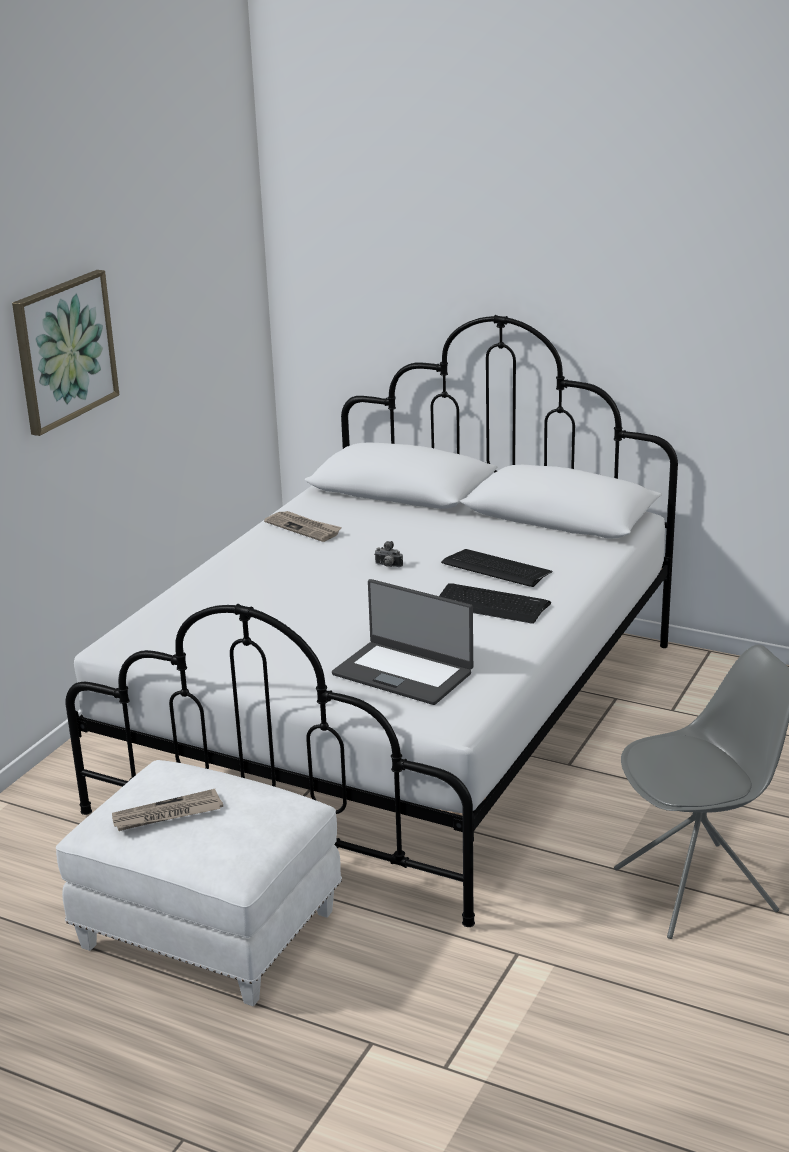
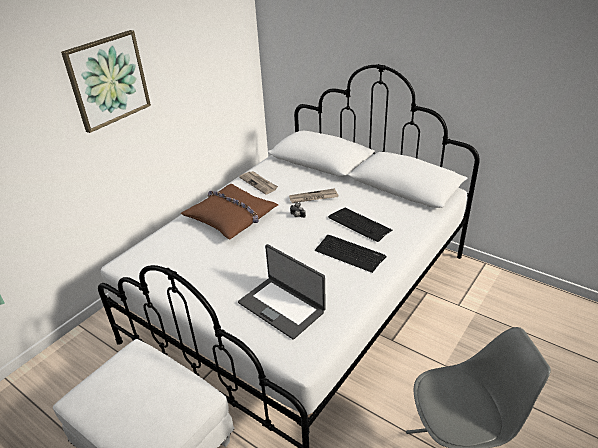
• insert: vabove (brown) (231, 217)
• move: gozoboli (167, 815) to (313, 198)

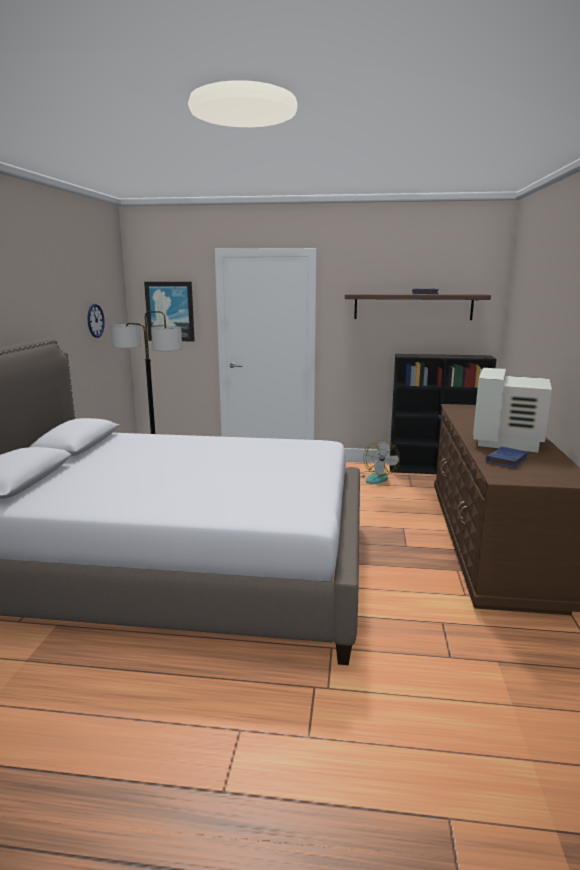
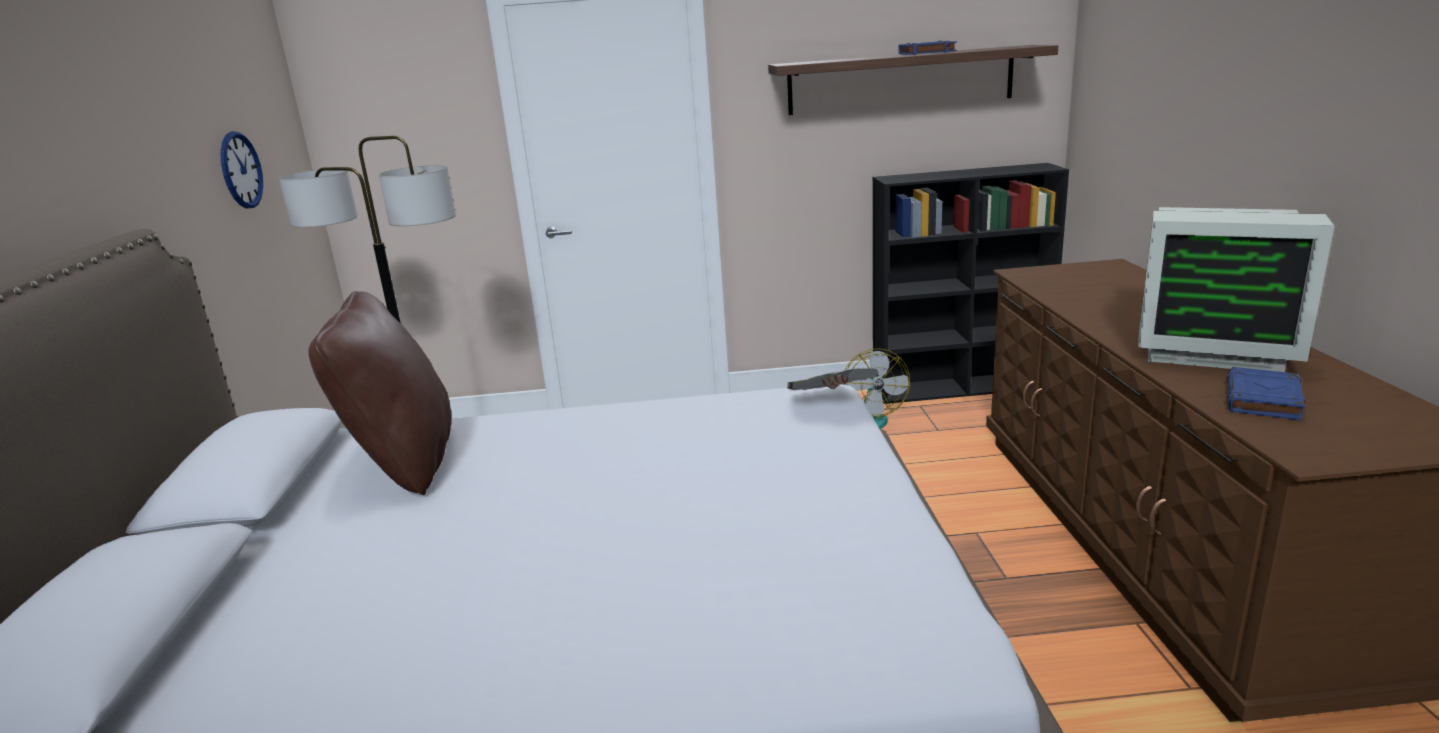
• insert: vabove (brown) (405, 463)
• insert: gozoboli (832, 404)
• rotate: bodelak (508, 441) = (1211, 346) 75 degrees counterclockwise
• delete: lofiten (170, 311)

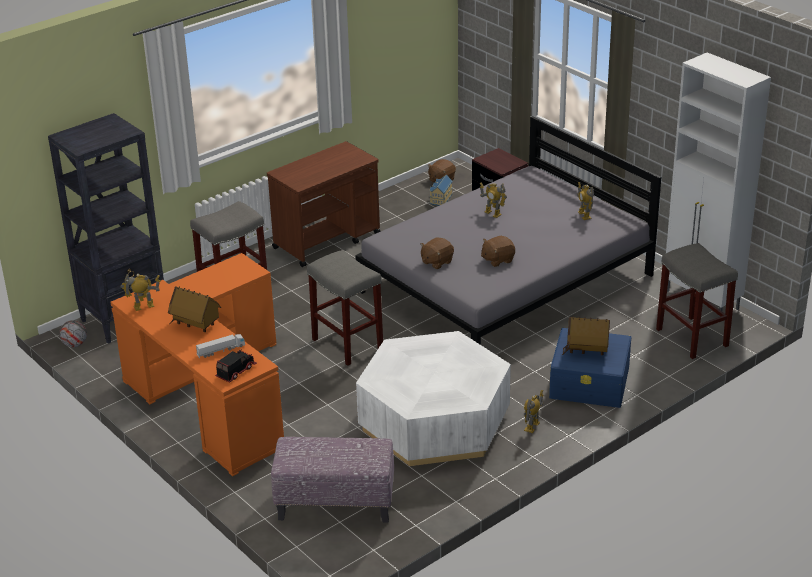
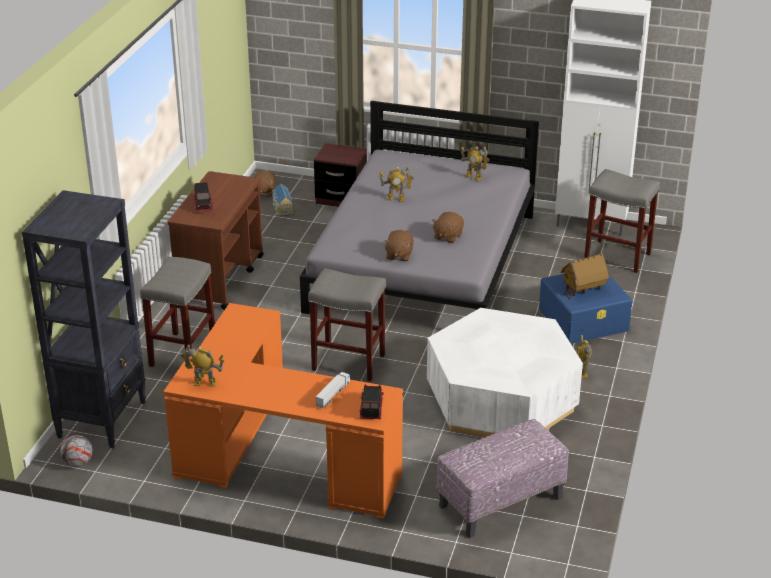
• rotate: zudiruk (144, 306) = (205, 383) 60 degrees clockwise
• insert: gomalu (204, 205)
• delete: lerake (195, 325)

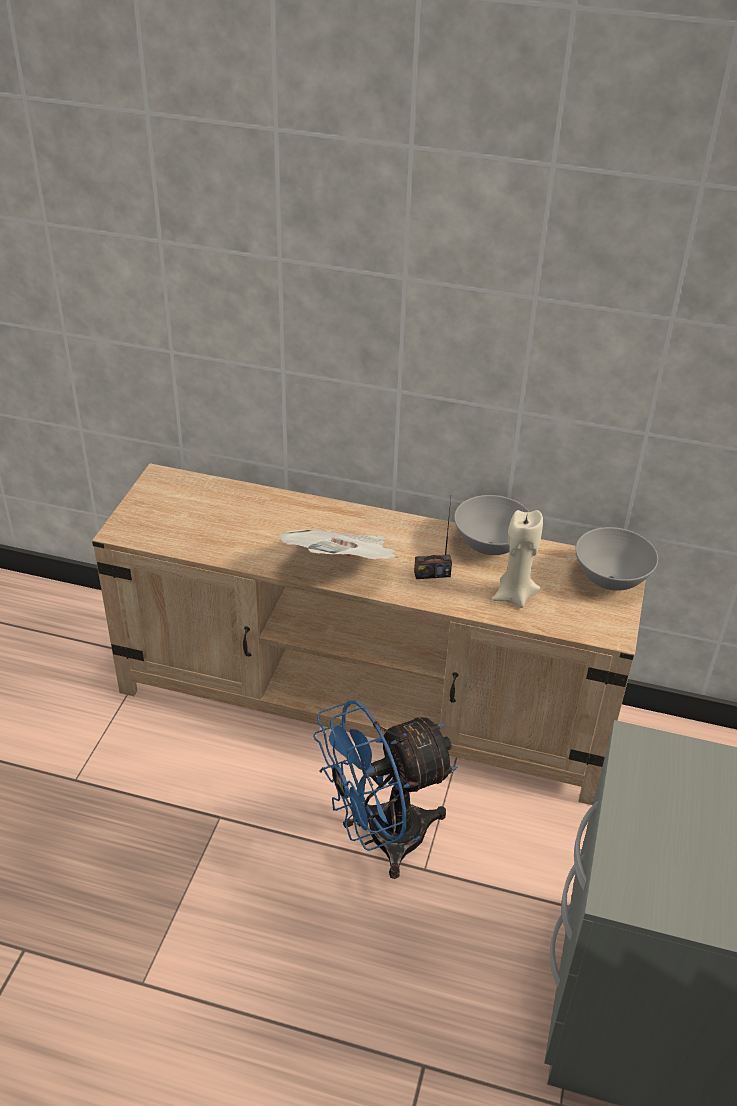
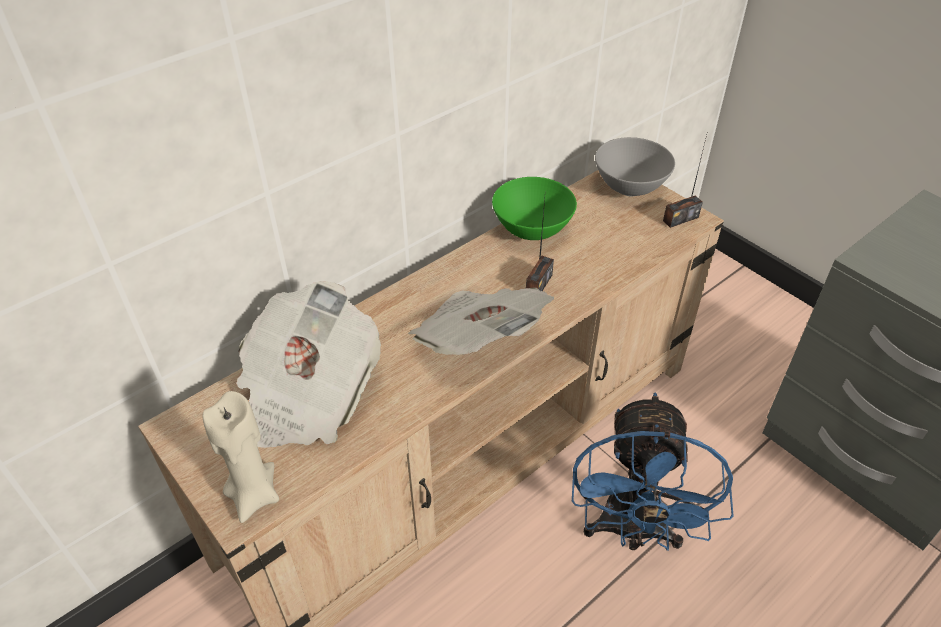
• move: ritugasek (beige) (514, 596) to (254, 495)
• insert: gozoboli (307, 394)
• recolor: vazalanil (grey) (490, 546) to vazalanil (green) (531, 231)
• insert: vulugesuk (680, 219)

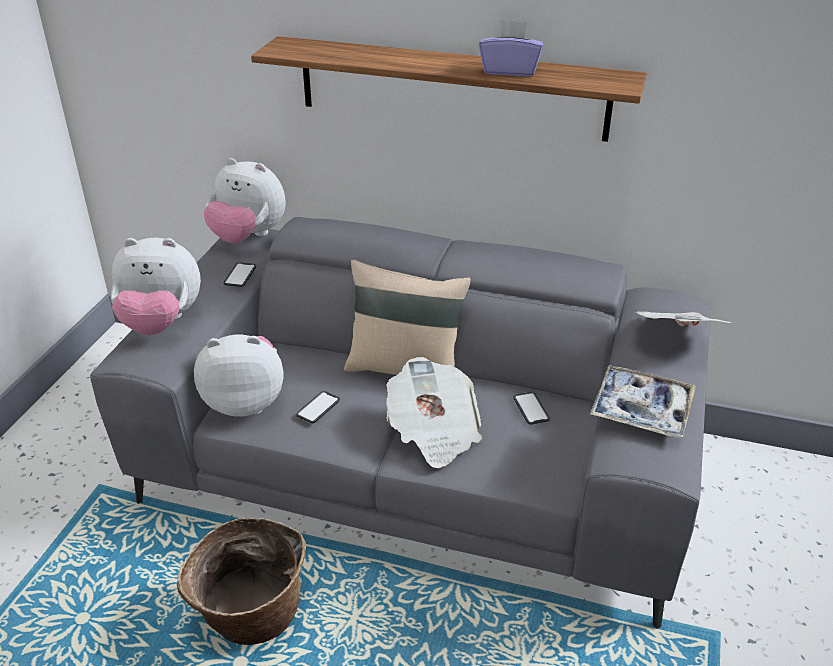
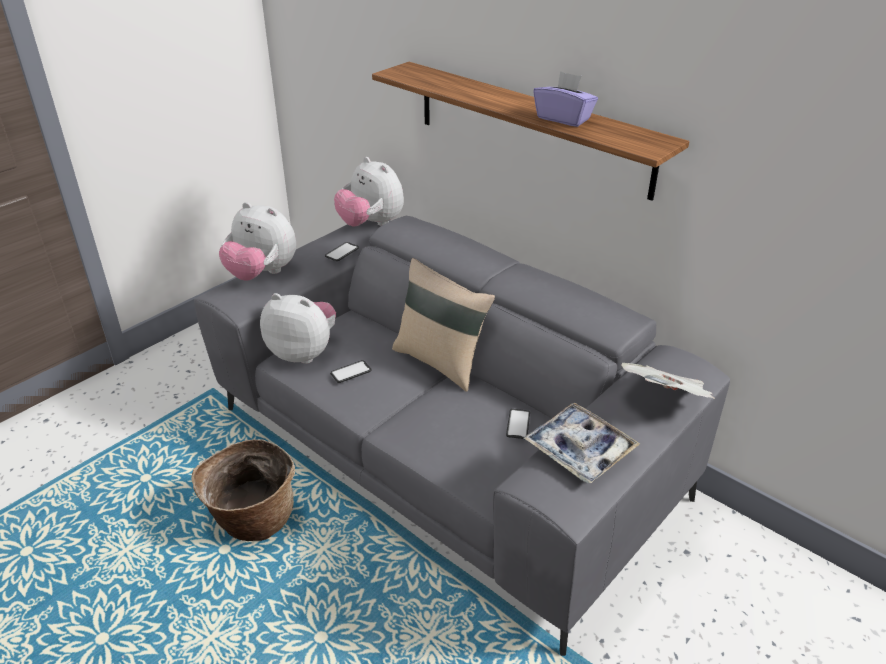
• delete: gozoboli (433, 432)

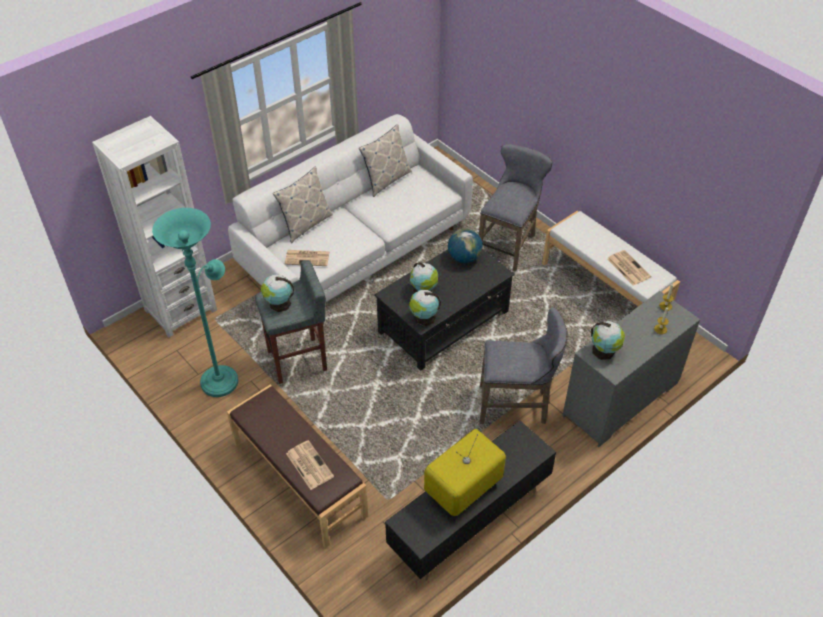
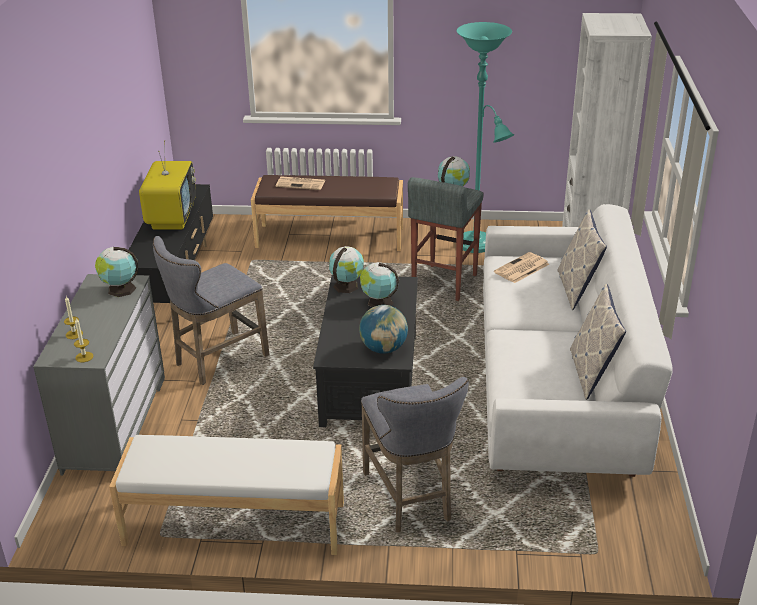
• delete: gozoboli (627, 268)

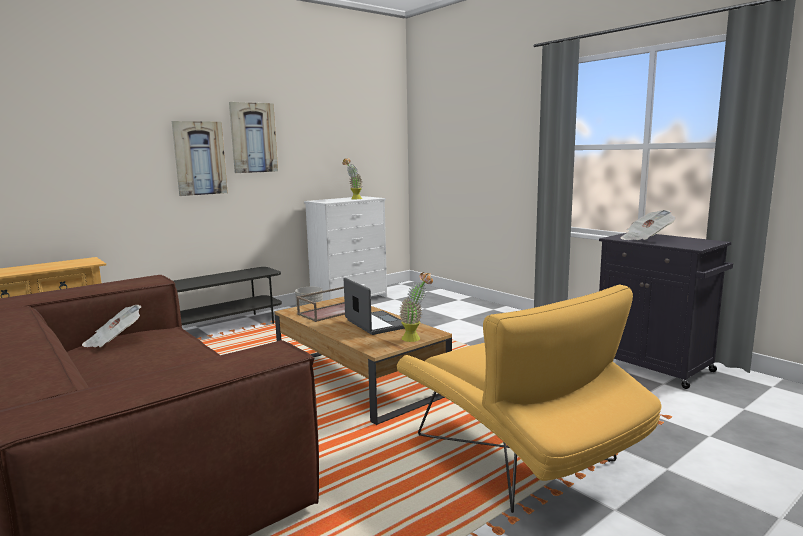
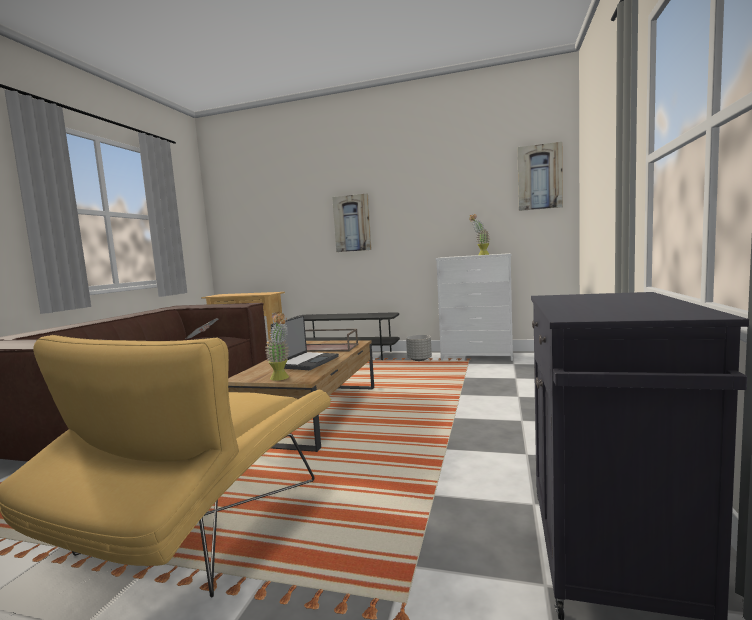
• move: lofiten (253, 138) to (539, 177)
• delete: gozoboli (645, 238)

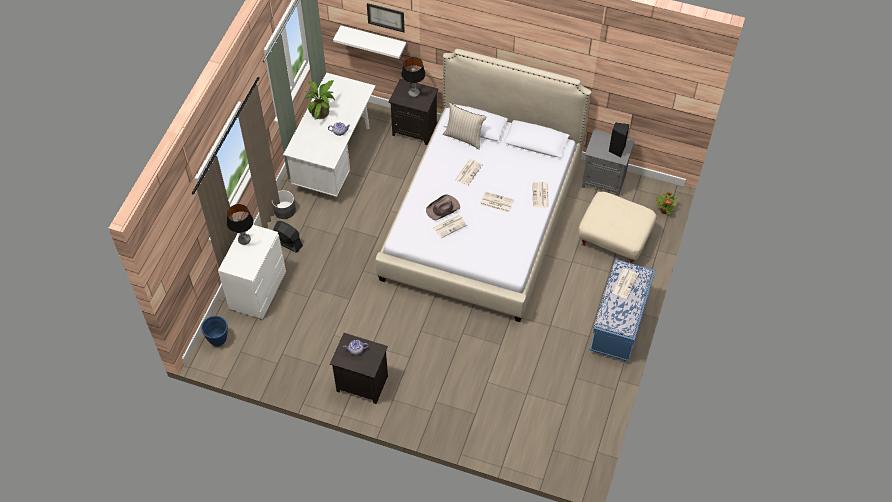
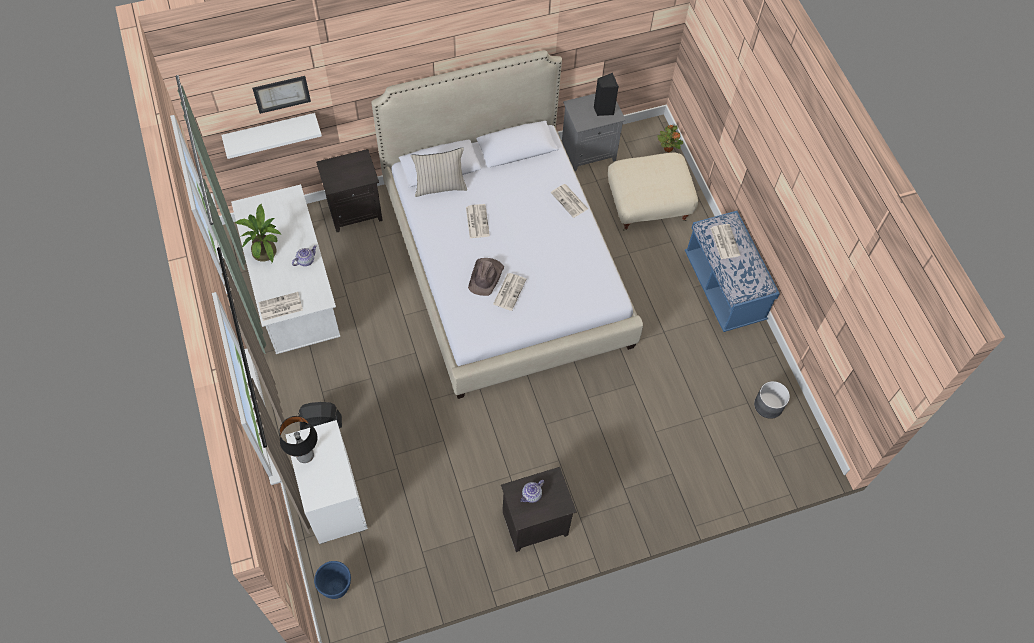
• move: gozoboli (496, 202) to (280, 307)
• move: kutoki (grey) (284, 210) to (768, 405)
• delete: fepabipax (414, 93)

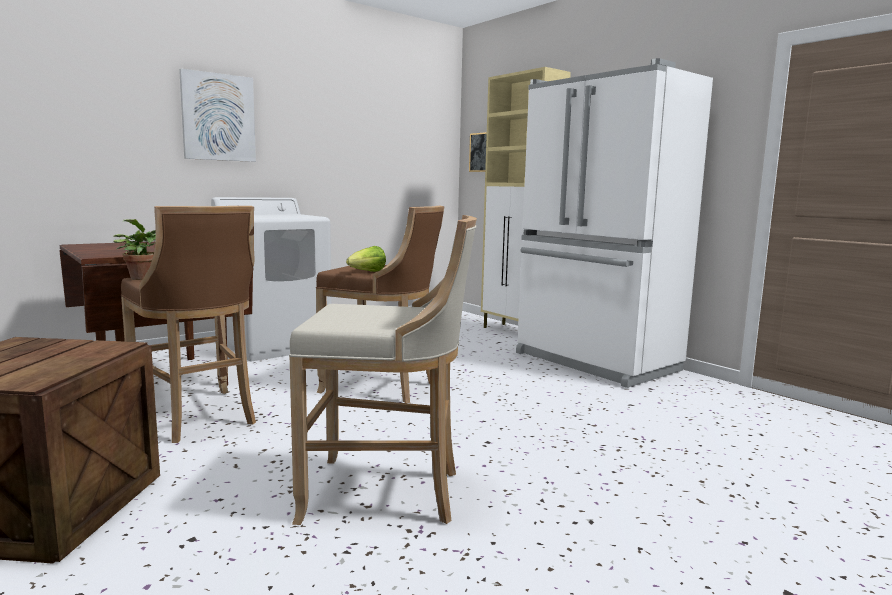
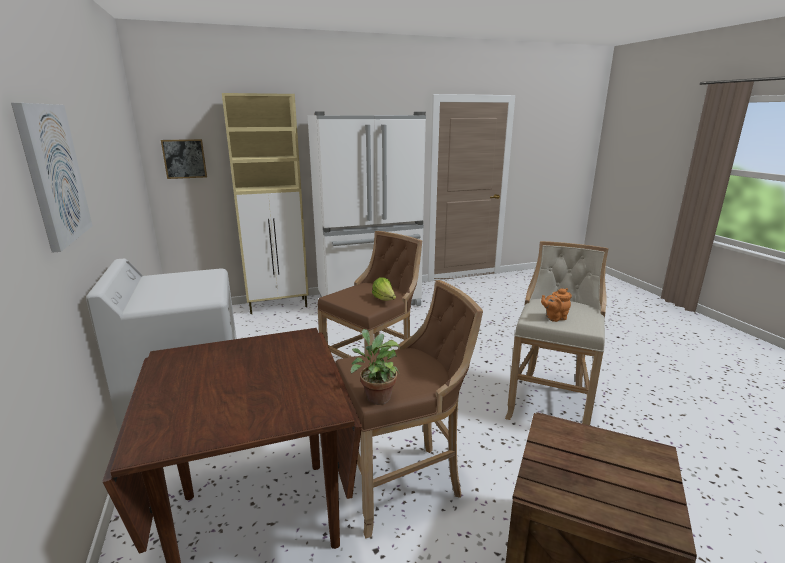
• insert: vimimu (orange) (554, 318)

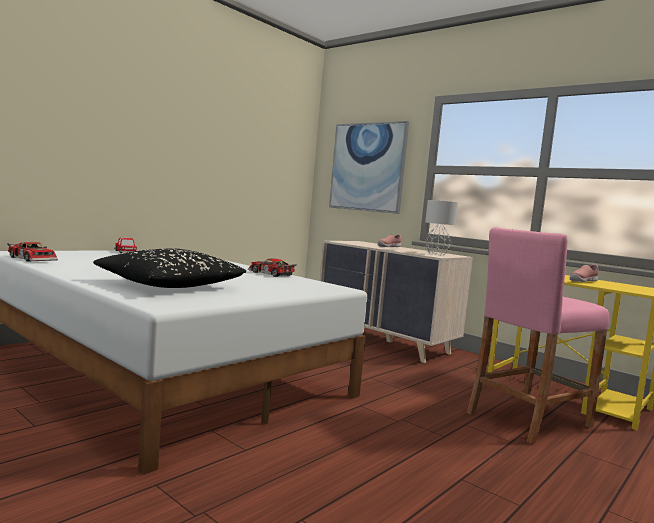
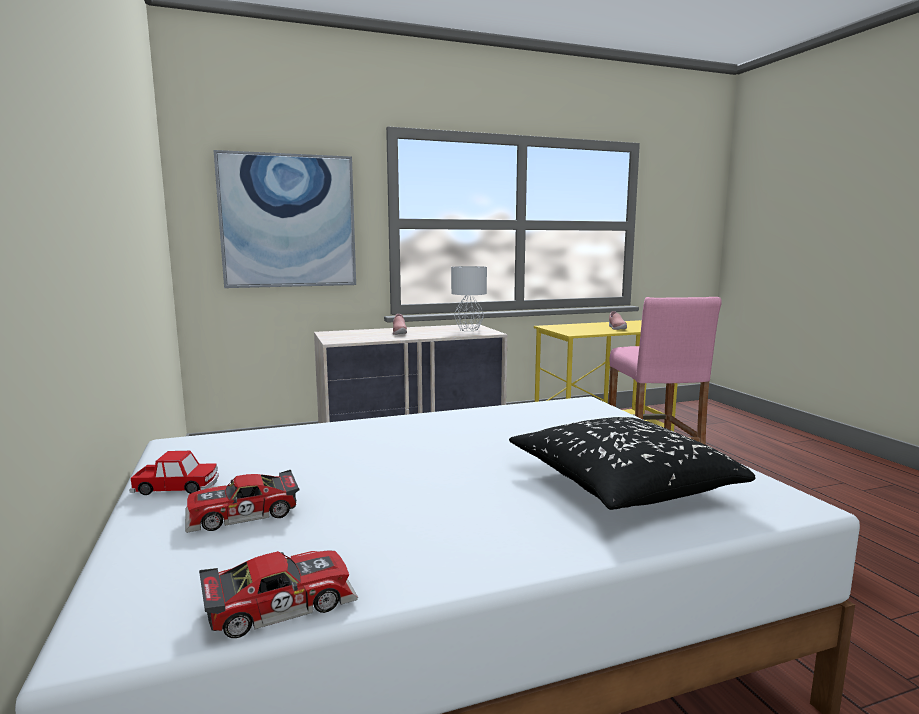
• move: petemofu (270, 274) to (243, 515)

